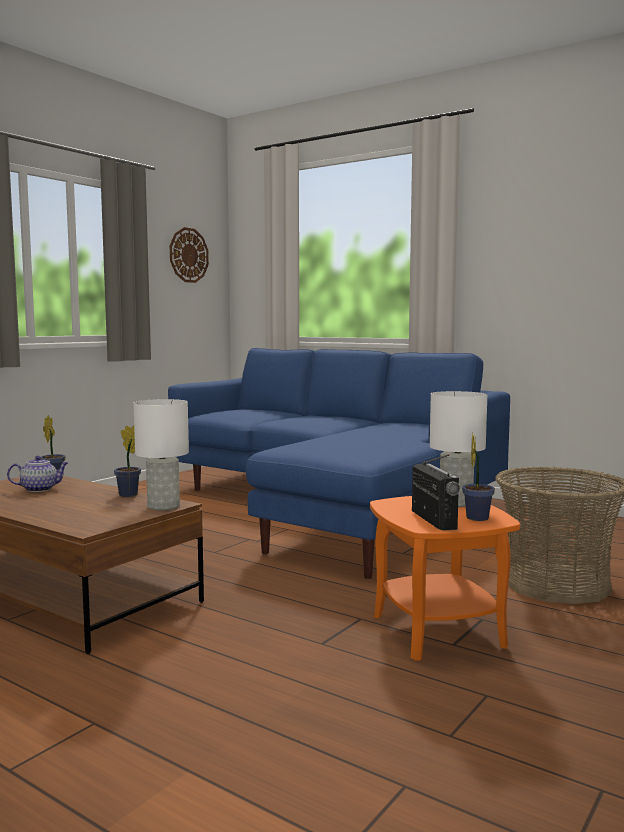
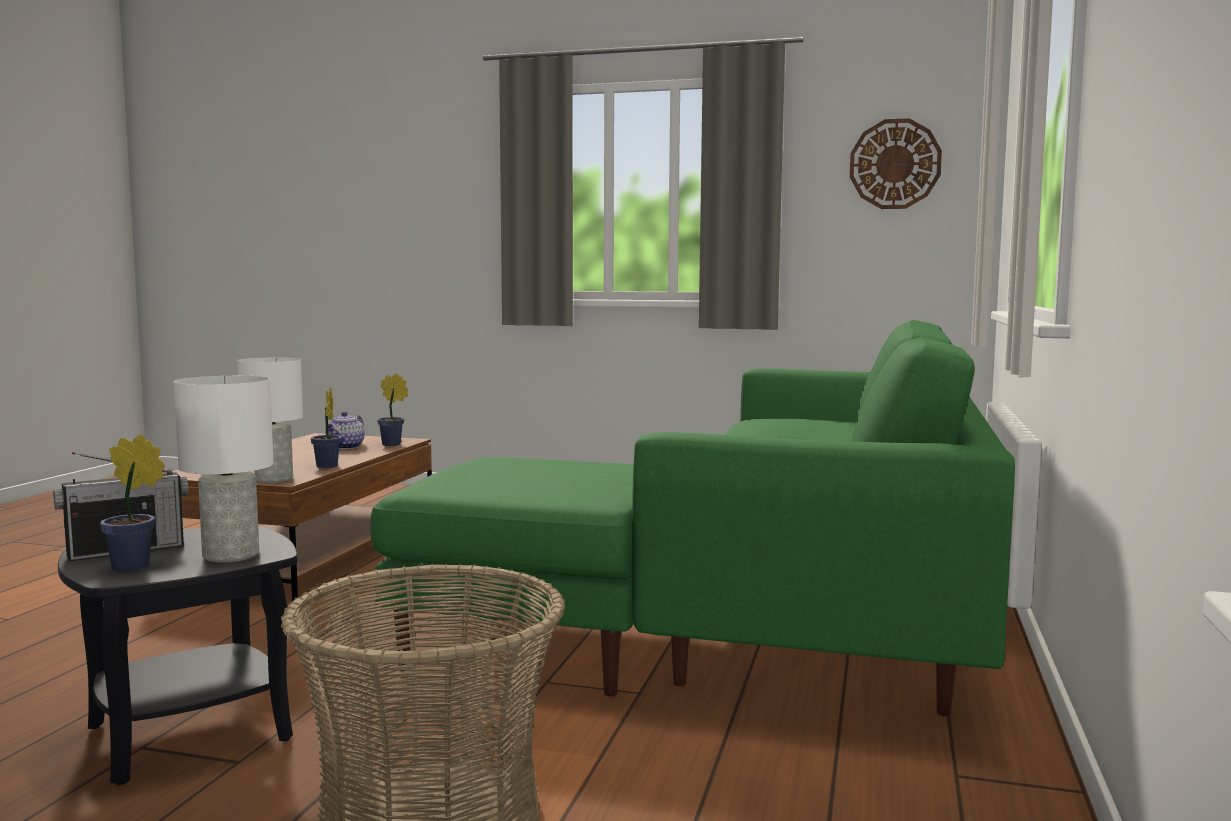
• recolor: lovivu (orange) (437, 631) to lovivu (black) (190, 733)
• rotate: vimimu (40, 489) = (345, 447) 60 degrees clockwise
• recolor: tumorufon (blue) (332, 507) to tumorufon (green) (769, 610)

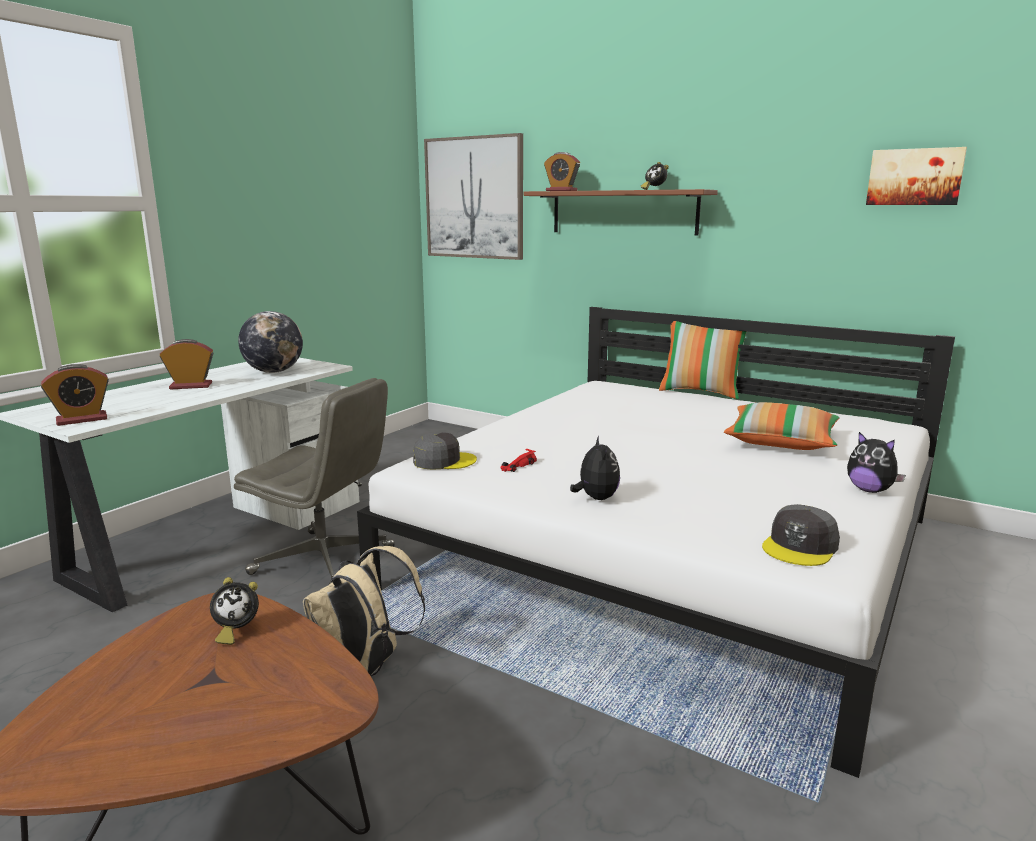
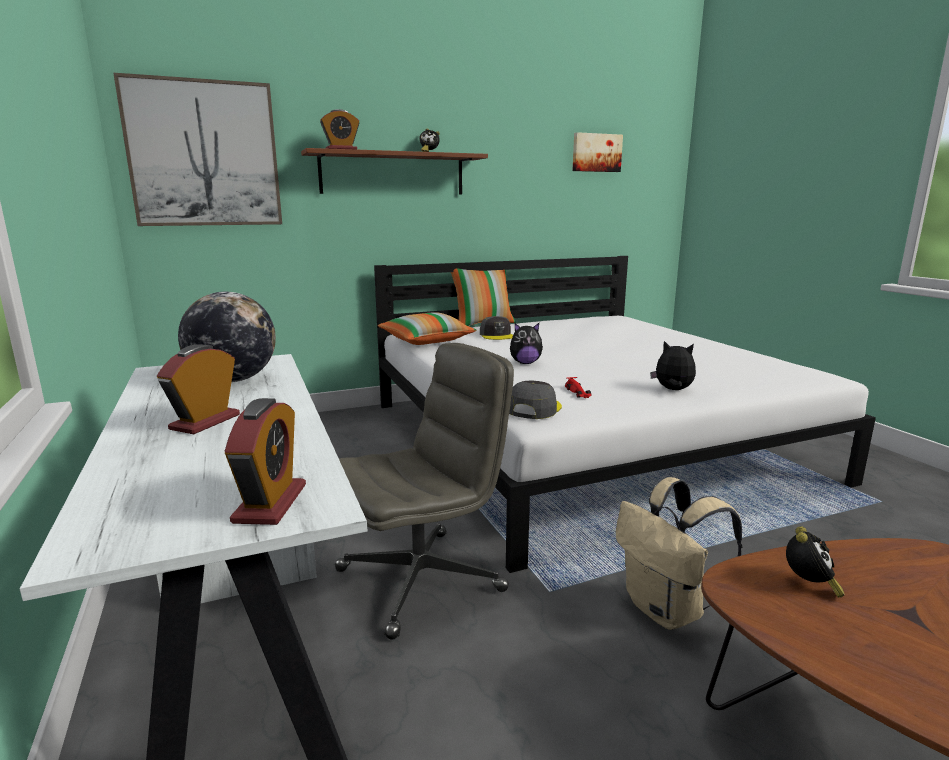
• move: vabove (781, 442) to (426, 341)
• move: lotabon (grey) (800, 547) to (497, 335)
• move: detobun (870, 490) to (525, 363)

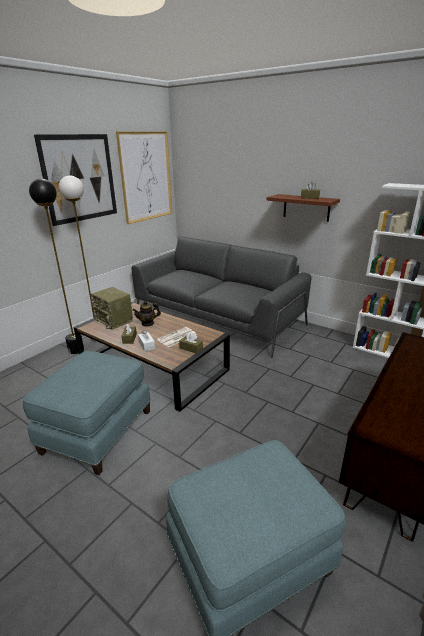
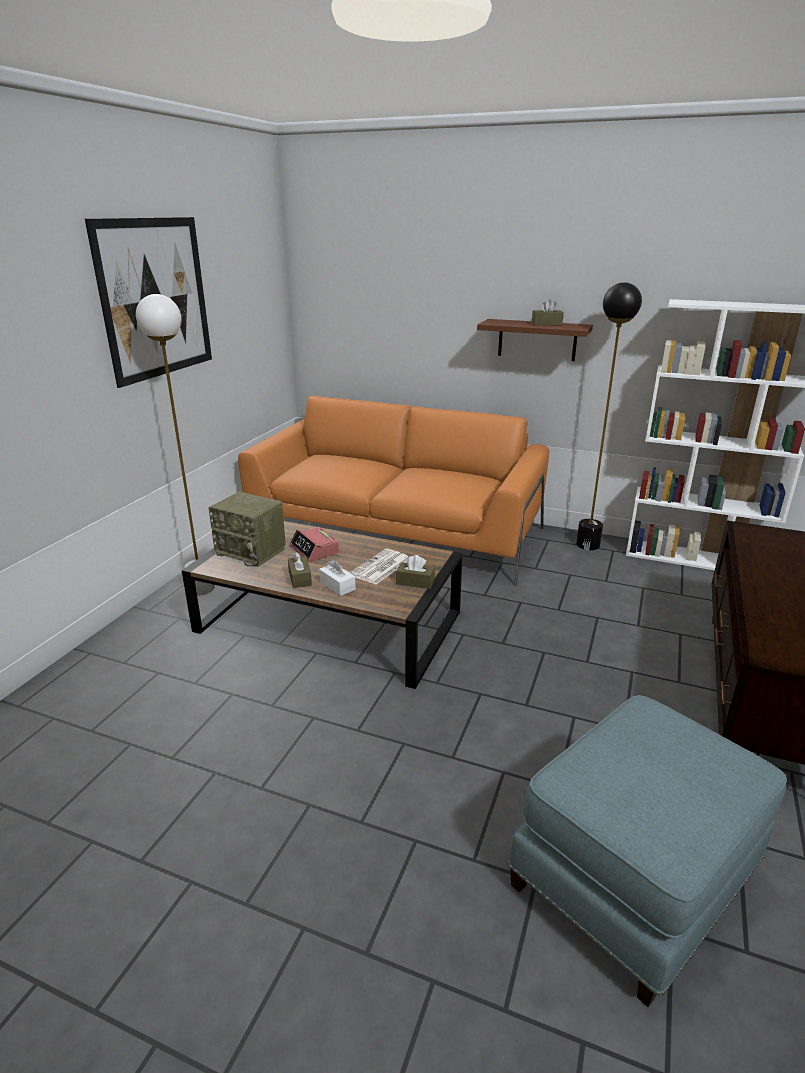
• recolor: tumorufon (grey) (217, 317) to tumorufon (orange) (396, 531)
• replace: vimimu (147, 323) to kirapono (314, 550)
• move: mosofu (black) (76, 350) to (587, 545)
• delete: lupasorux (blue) (96, 430)
• delete: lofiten (146, 177)

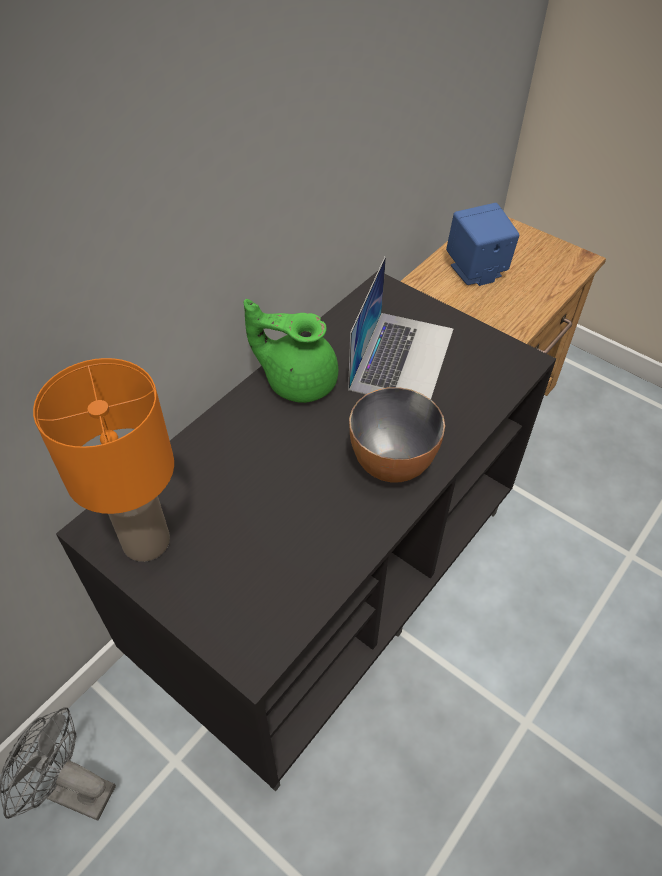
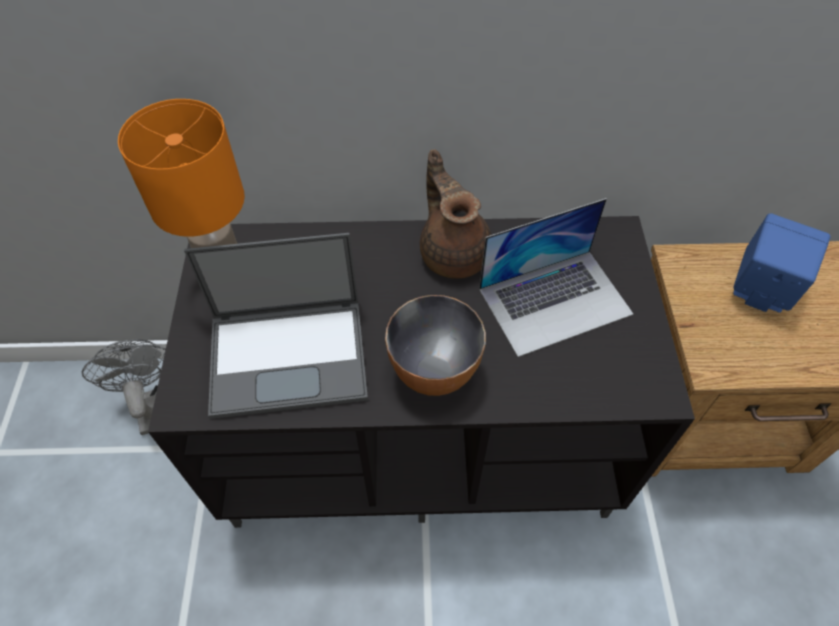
• insert: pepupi (290, 355)
• recolor: vimimu (green) (298, 381) to vimimu (brown) (453, 252)

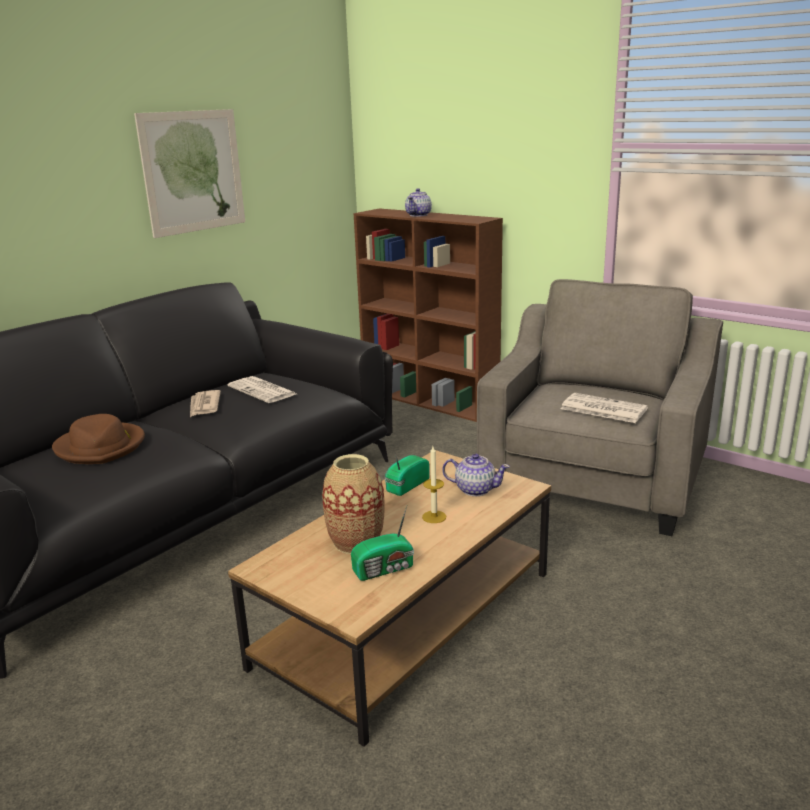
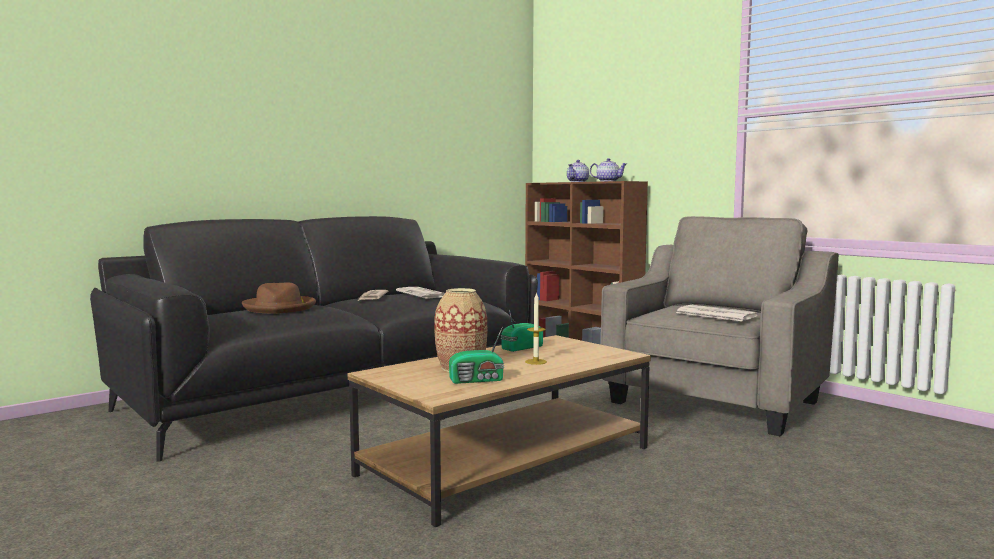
• move: vimimu (475, 489) to (607, 181)
• delete: lofiten (193, 172)

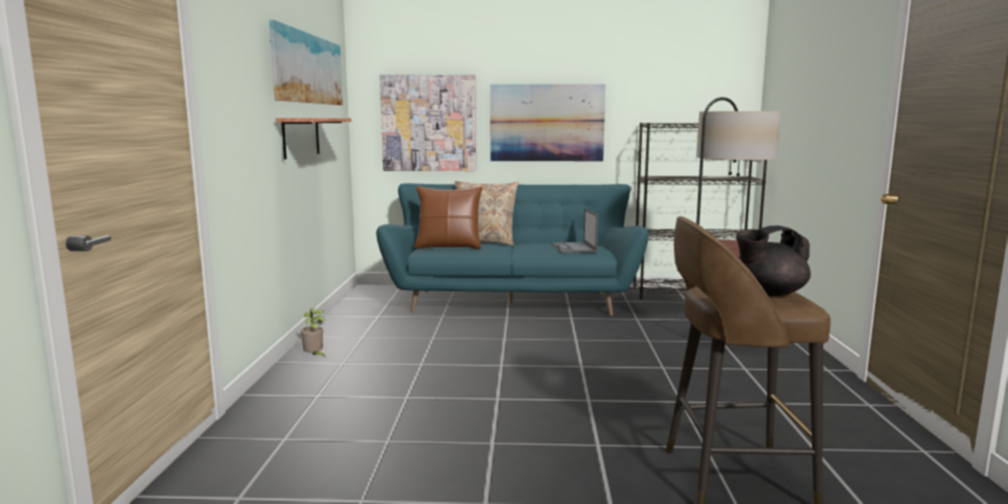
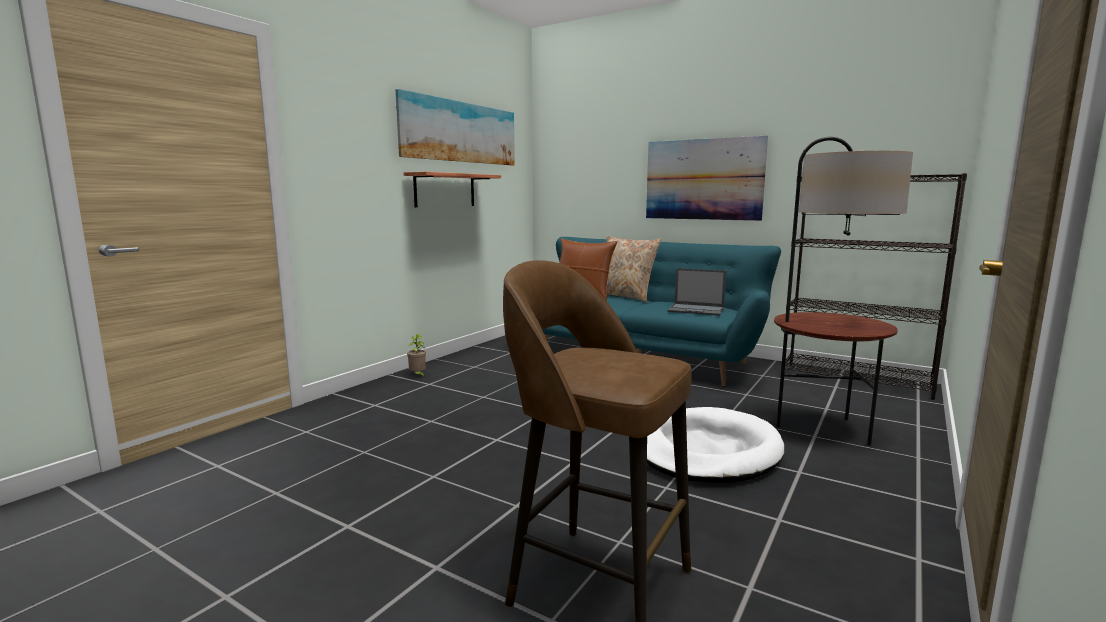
• insert: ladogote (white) (707, 451)
• rotate: pepupi (574, 248) = (697, 310) 90 degrees counterclockwise
• delete: lofiten (429, 123)
• delete: vimimu (black) (769, 293)

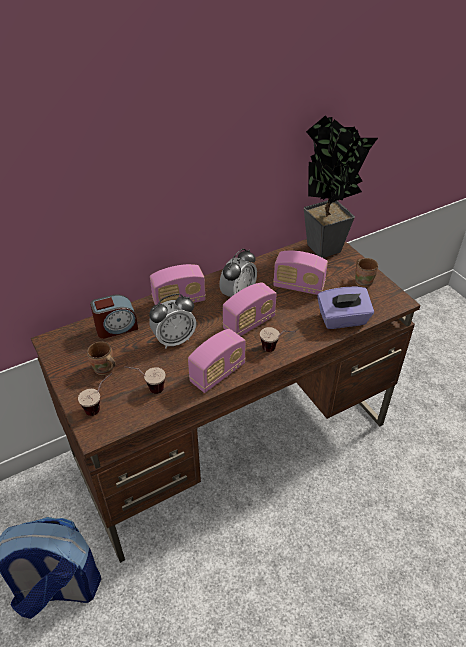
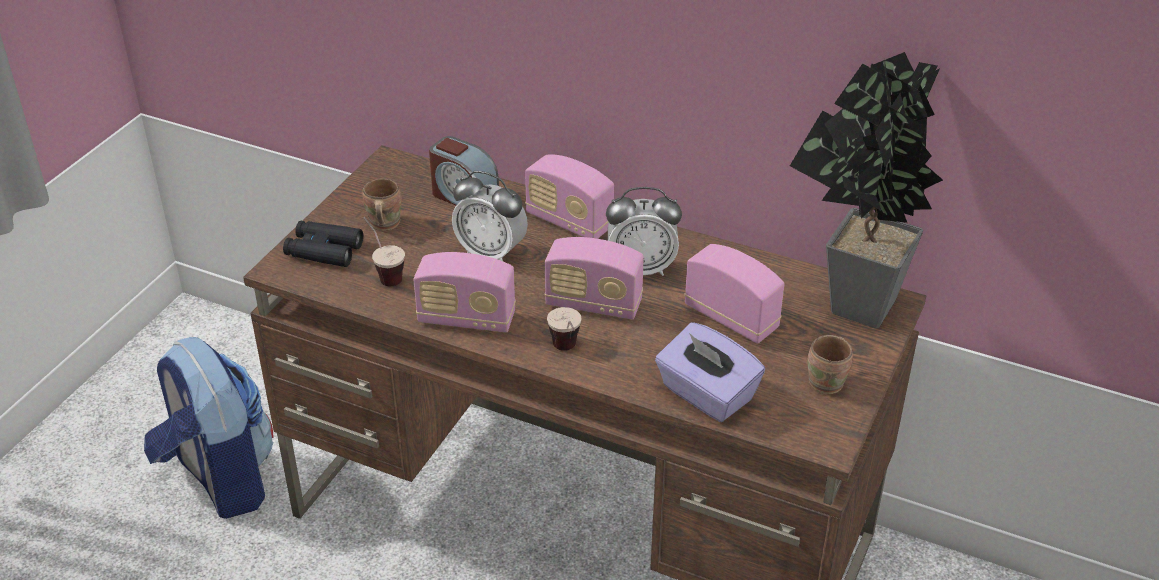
• replace: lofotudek (100, 405) to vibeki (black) (324, 250)
• rotate: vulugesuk (298, 286) = (731, 318) 150 degrees clockwise

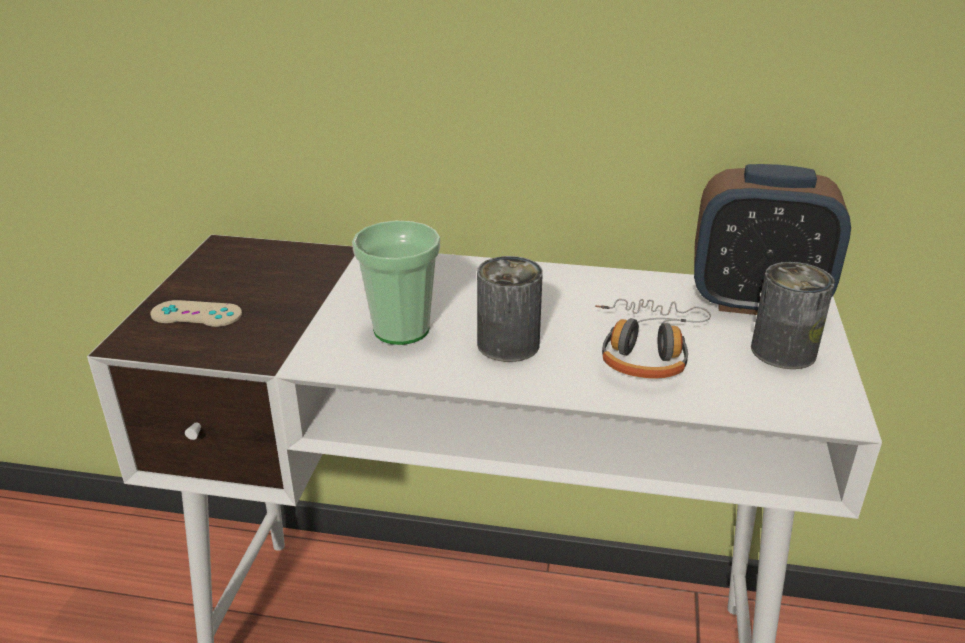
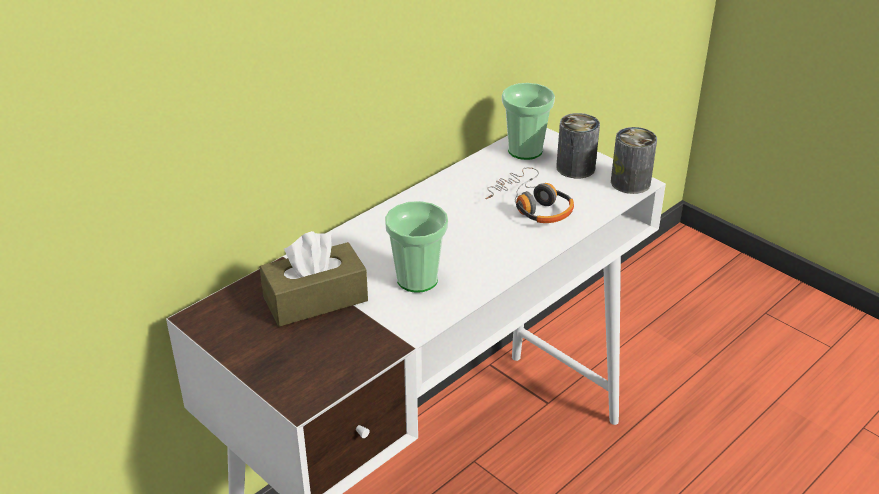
• insert: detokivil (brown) (315, 299)
• replace: kirapono (756, 302) to lofotudek (525, 150)
• move: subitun (508, 344) to (630, 182)
• delete: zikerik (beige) (196, 314)

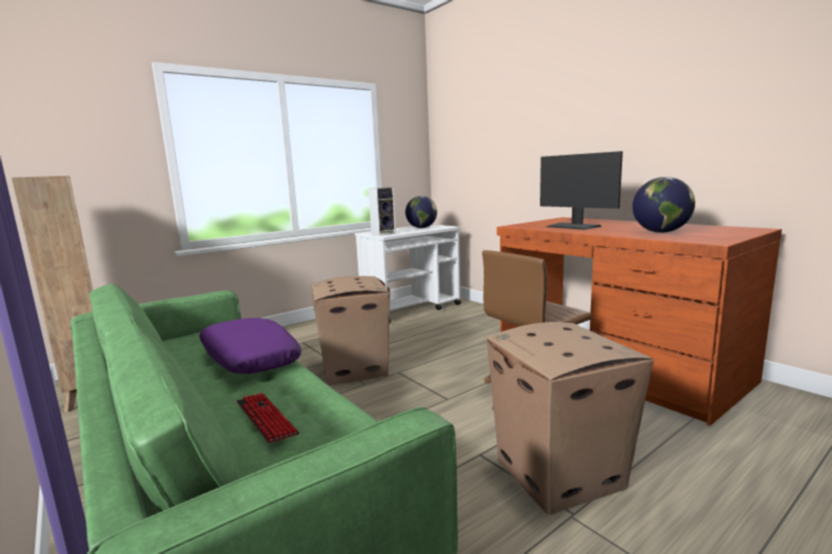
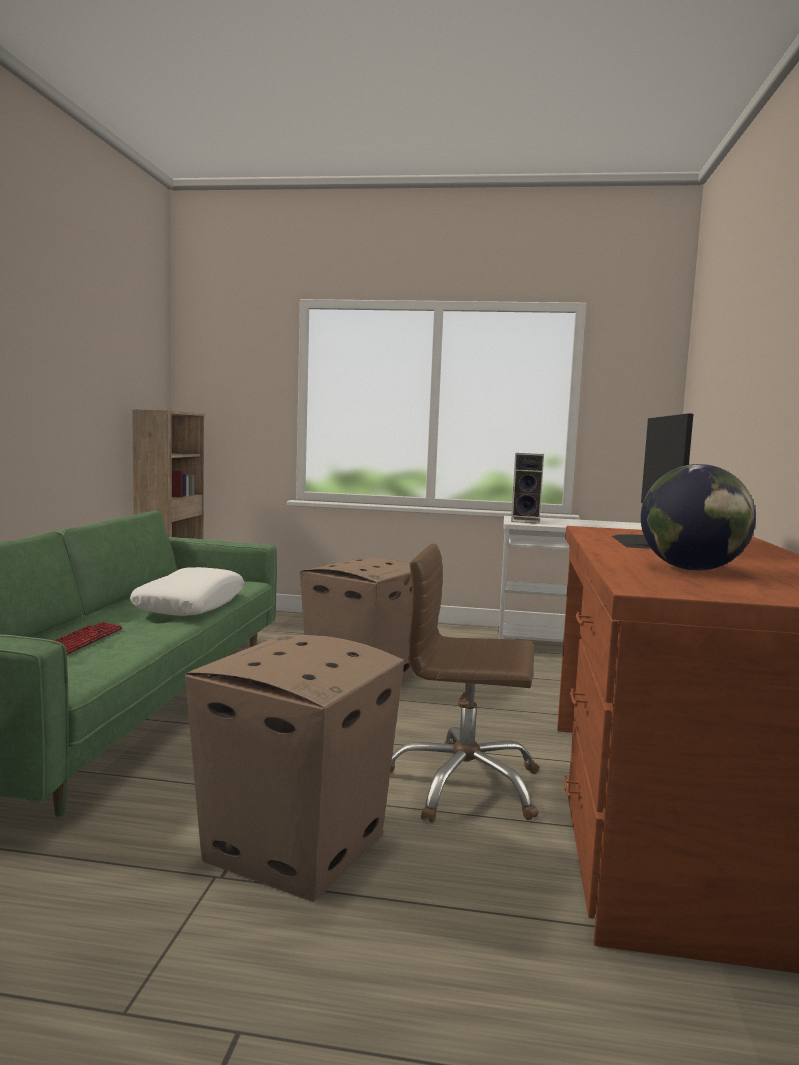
• recolor: vabove (purple) (249, 358) to vabove (white) (190, 605)
• delete: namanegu (422, 228)

